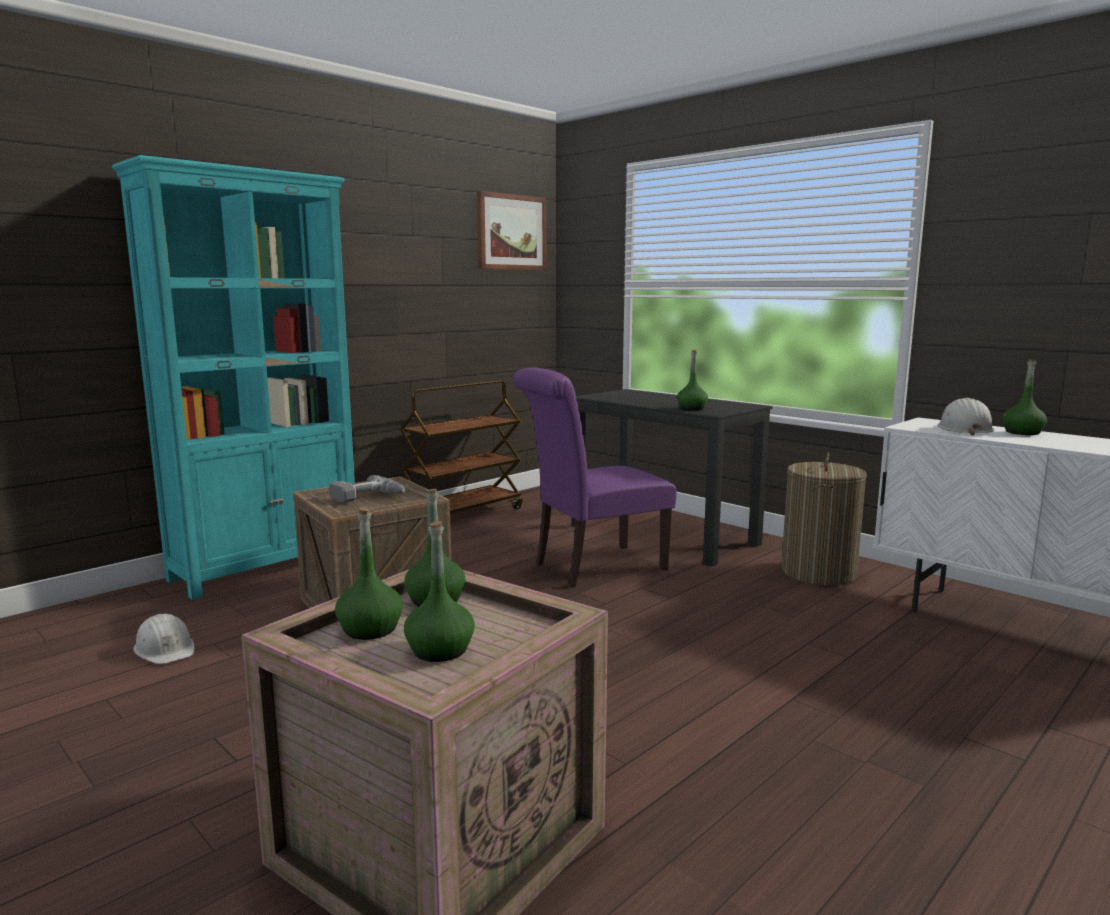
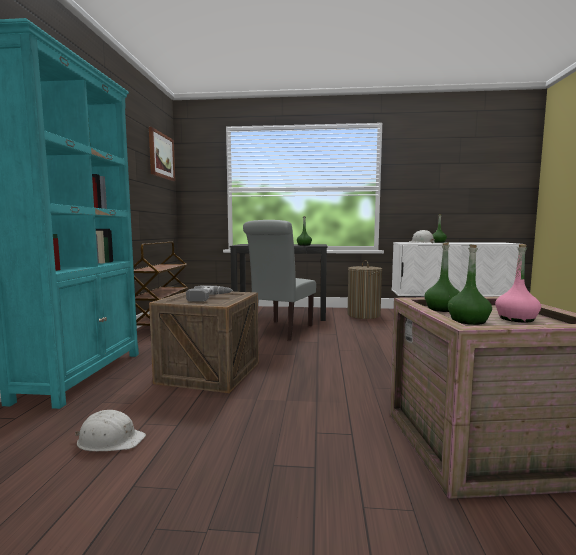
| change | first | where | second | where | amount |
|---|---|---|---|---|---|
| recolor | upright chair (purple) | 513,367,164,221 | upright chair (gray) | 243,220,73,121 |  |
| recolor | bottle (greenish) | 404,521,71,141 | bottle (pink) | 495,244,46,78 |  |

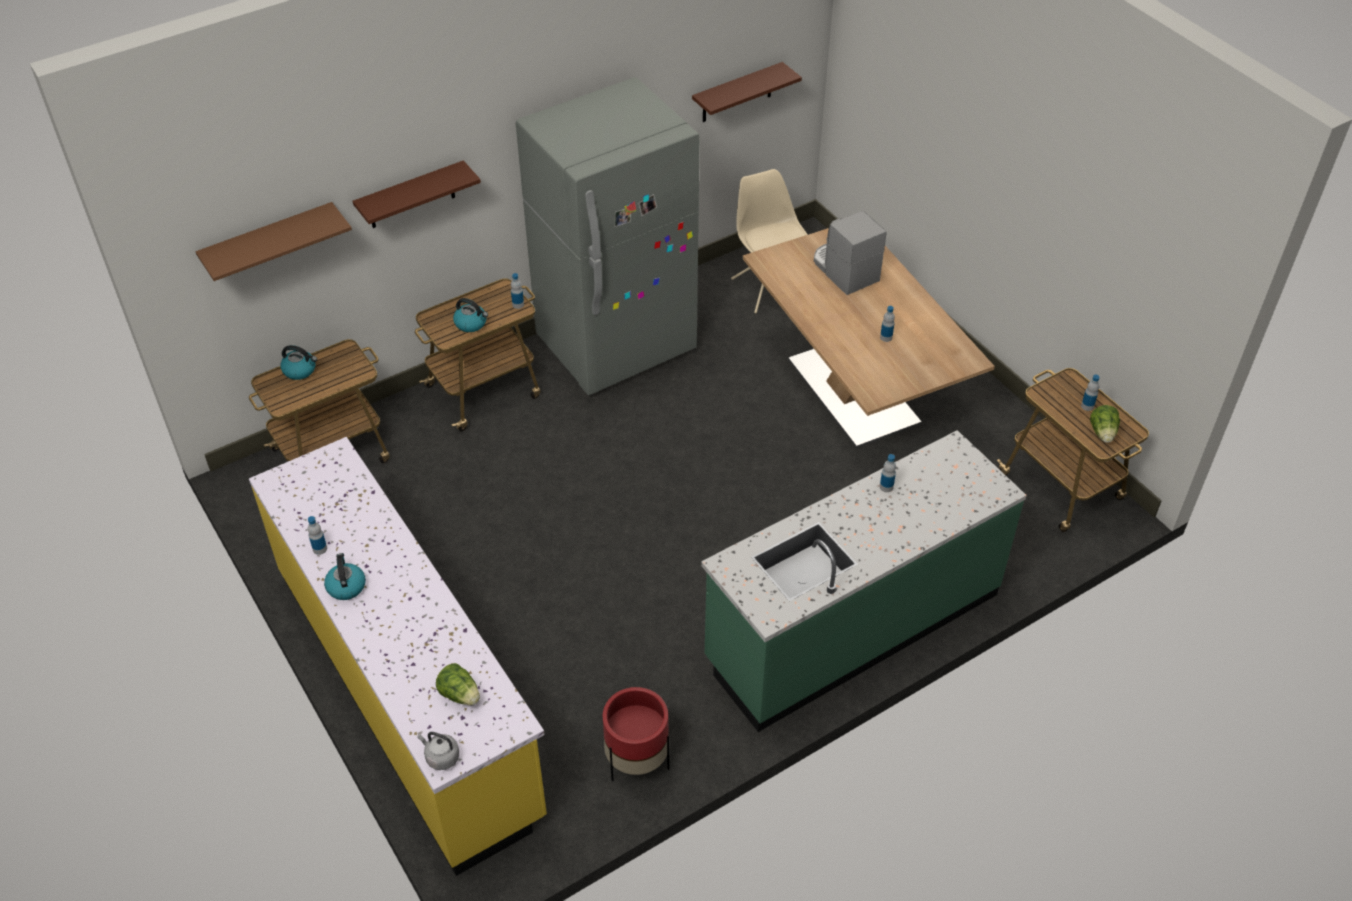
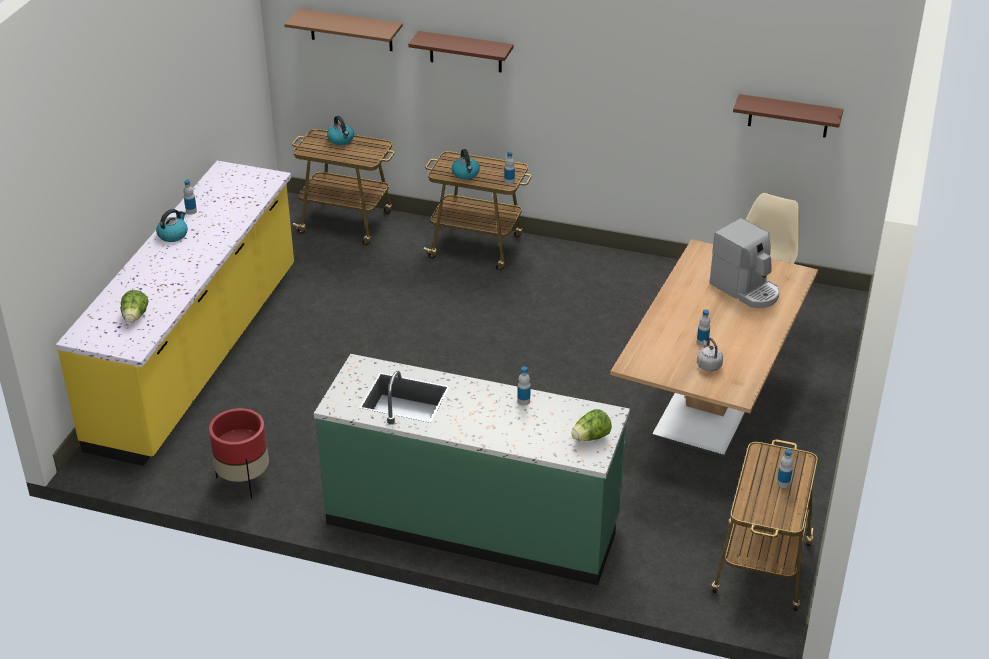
| change | first | where | second | where | amount |
|---|---|---|---|---|---|
| move | lettuce head | 1090,405,30,38 |  | 571,409,41,32 |  |
| move | water kettle (gray) | 418,732,41,38 |  | 697,338,26,33 |  |
| rotate | coffee maker | 814,211,72,84 |  | 709,218,71,90 | 120 degrees clockwise |
| delete | fridge (gray) | 516,77,183,319 |  |  |  |

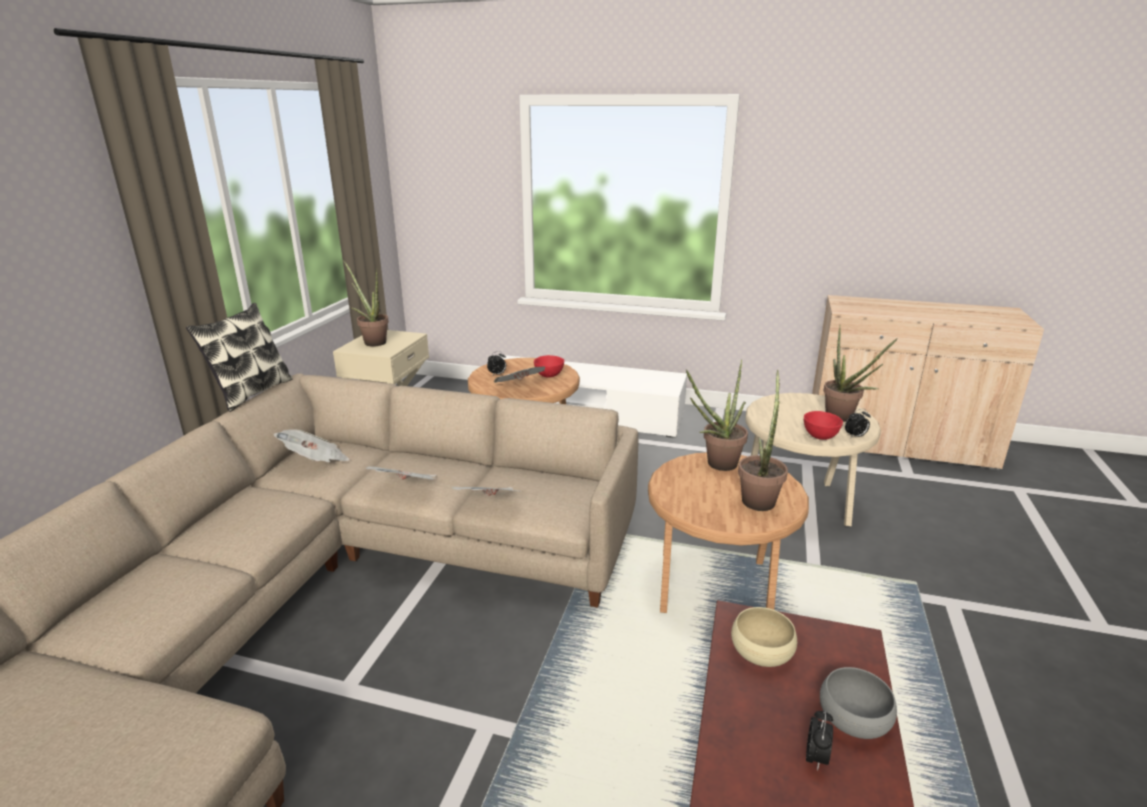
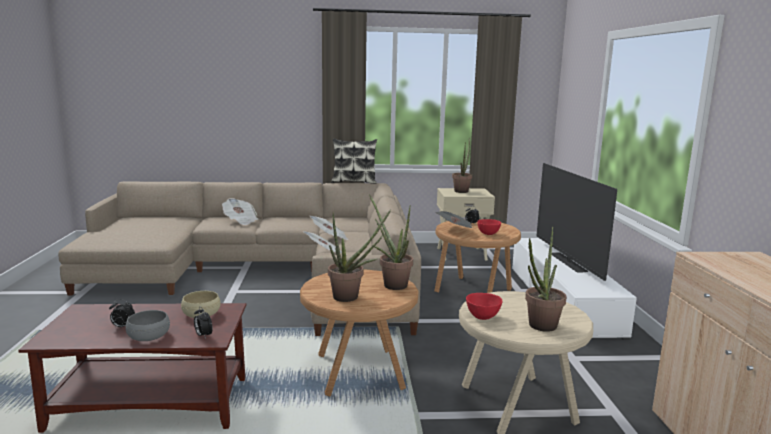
| change | first | where | second | where | amount |
|---|---|---|---|---|---|
| move | alarm clock | 845,409,25,29 |  | 194,307,19,32 |  |
| move | printed paper | 274,429,76,33 |  | 222,198,36,27 |  |
| insert |  |  | TV set | 536,163,81,118 |  |

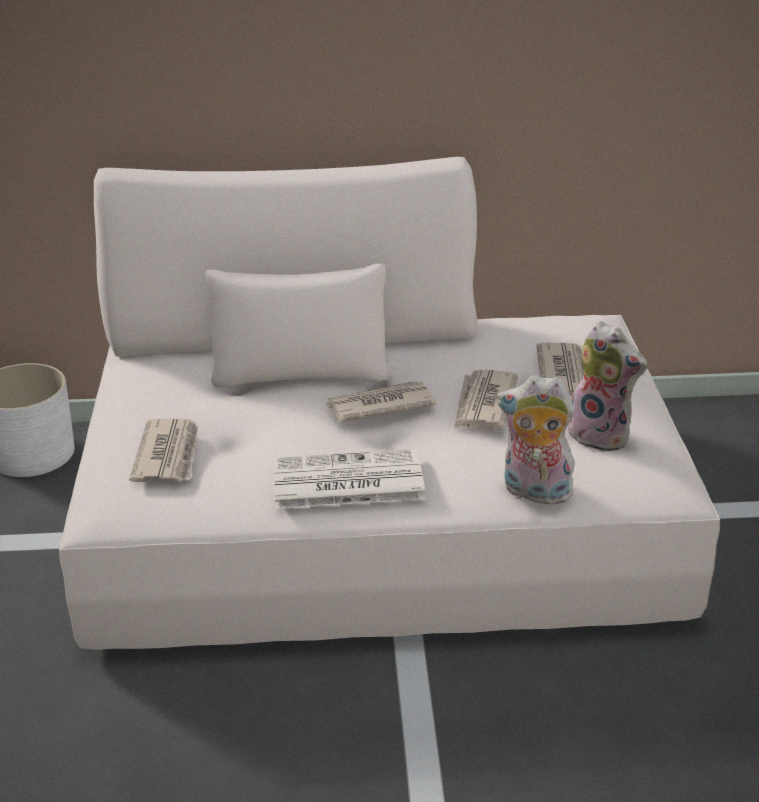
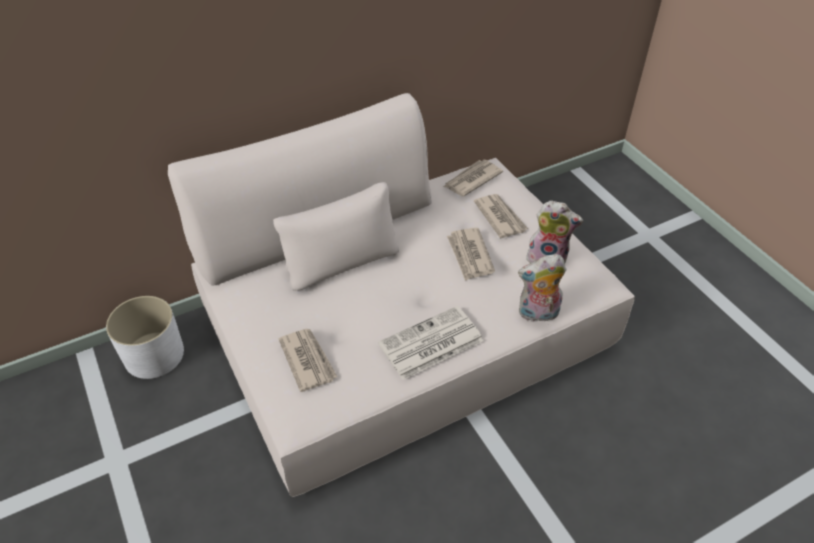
| change | first | where | second | where | amount |
|---|---|---|---|---|---|
| move | printed paper | 325,381,111,41 |  | 444,160,59,36 |  |

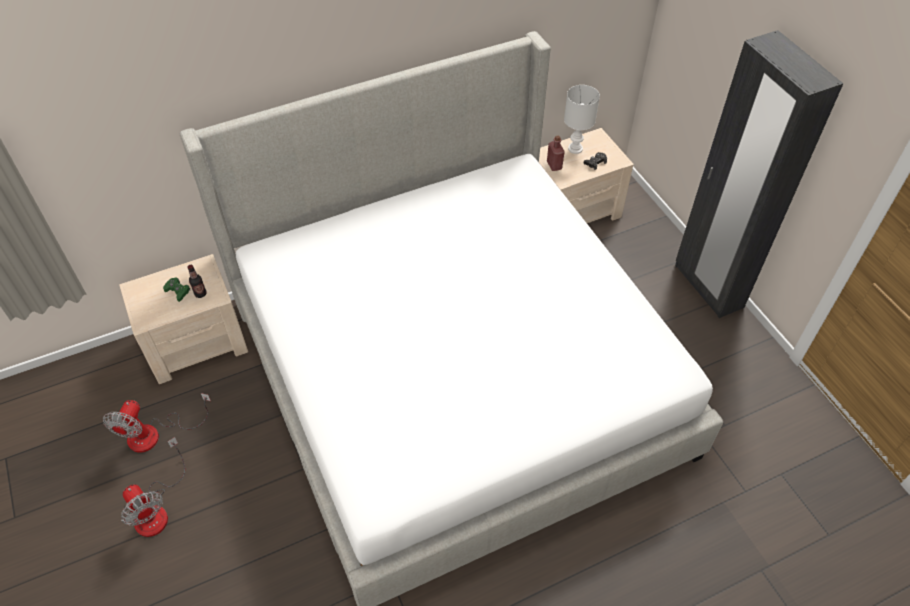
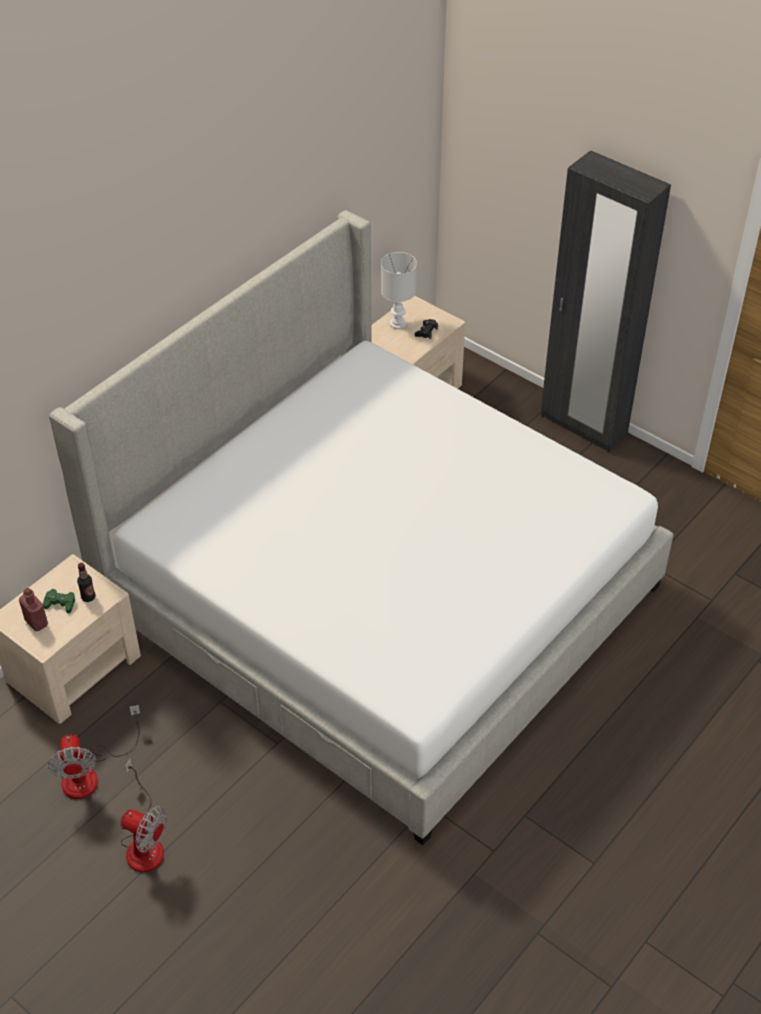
| change | first | where | second | where | amount |
|---|---|---|---|---|---|
| move | bottle (reddish) | 547,136,18,35 |  | 19,588,29,43 |  |

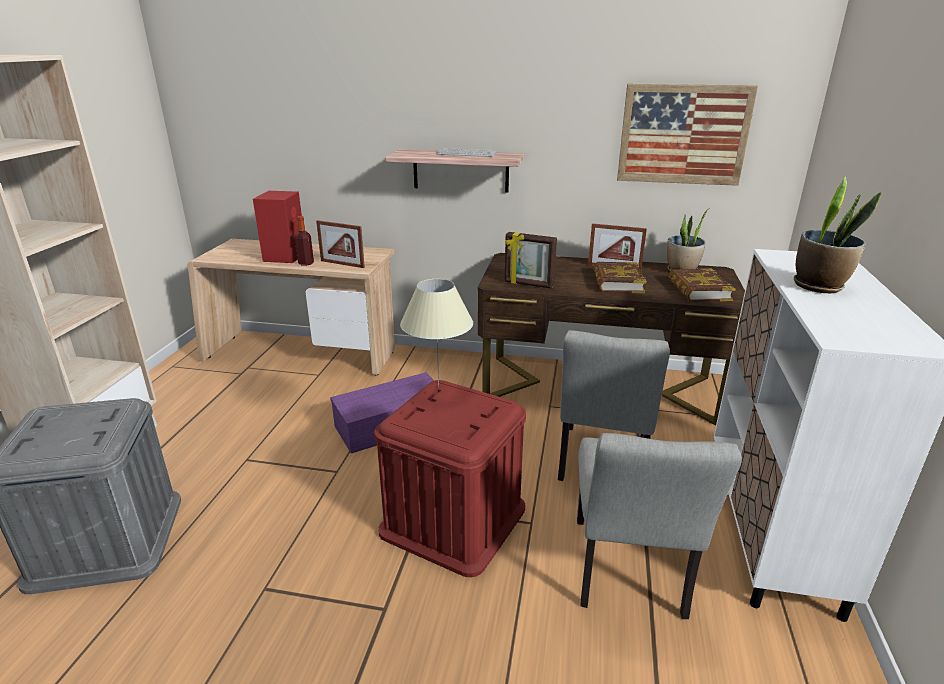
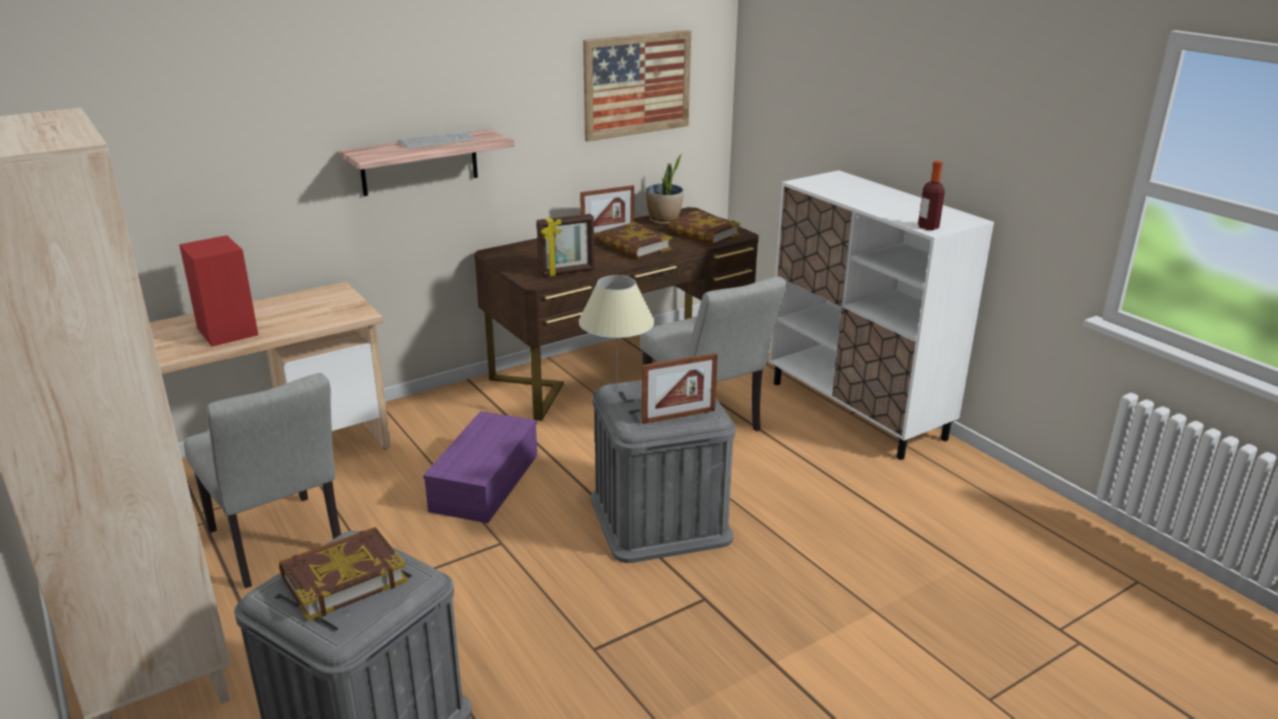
| change | first | where | second | where | amount |
|---|---|---|---|---|---|
| move | upright chair (gray) | 577,433,165,186 |  | 184,373,157,215 |  |
| insert |  |  | book | 279,527,129,94 |  |
| recolor | storage container (reddish) | 374,380,152,197 | storage container (gray) | 591,380,145,183 |  |
| move | photo frame | 316,220,49,48 |  | 642,353,76,71 |  |
| move | bottle | 295,216,19,50 |  | 918,161,27,69 |  |
| delete | potted plant | 794,176,87,117 |  |  |  |

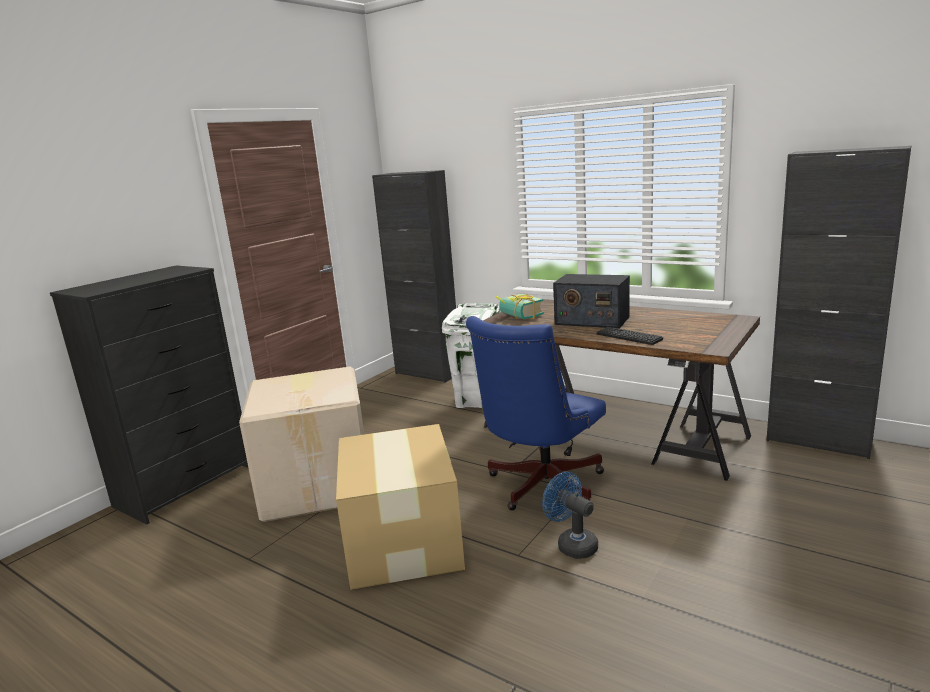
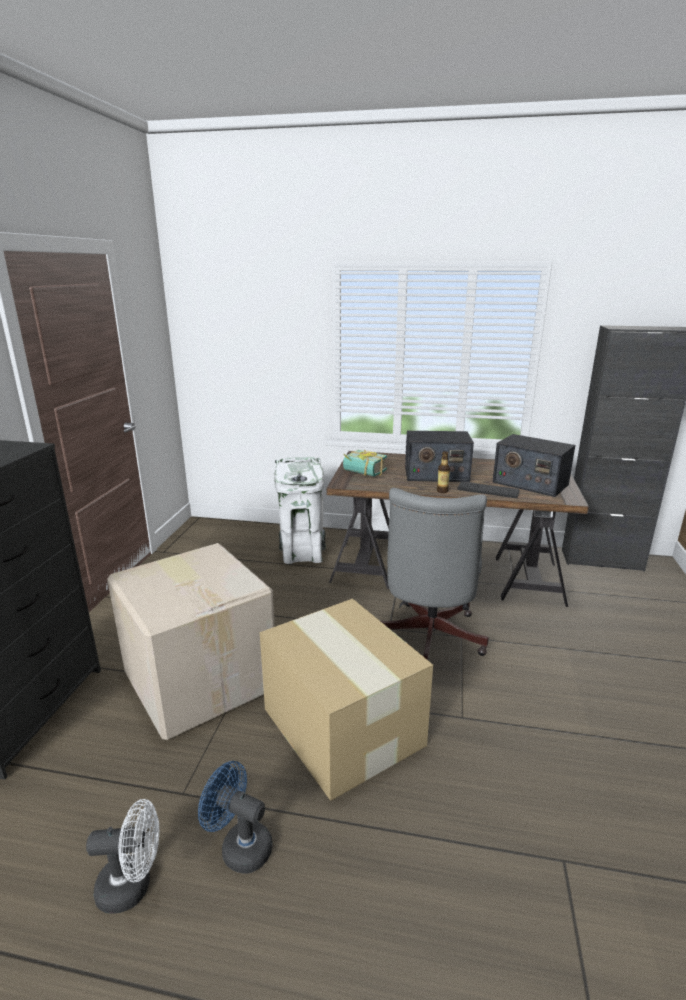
| change | first | where | second | where | amount |
|---|---|---|---|---|---|
| insert |  |  | electric fan (white-coloured) | 86,799,73,115 |  |
| move | electric fan (bluish) | 542,472,56,87 |  | 198,761,75,113 |  |
| recolor | office chair (bluish) | 466,316,140,195 | office chair (gray) | 381,488,107,172 |  |
| insert |  |  | bottle | 437,451,13,42 |  |
| insert |  |  | radio set | 492,434,83,63 |  |
| delete | cabinet (black-coloured) | 372,170,84,213 |  |  |  |

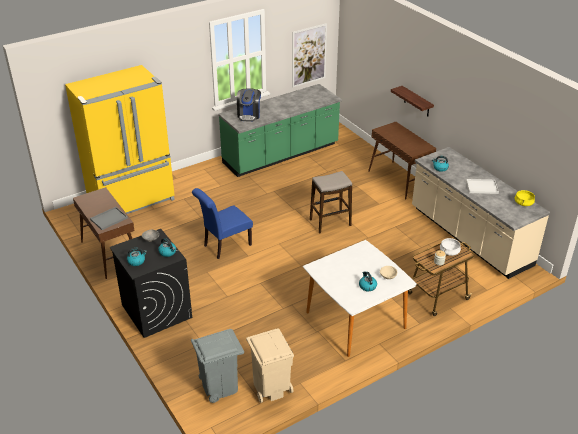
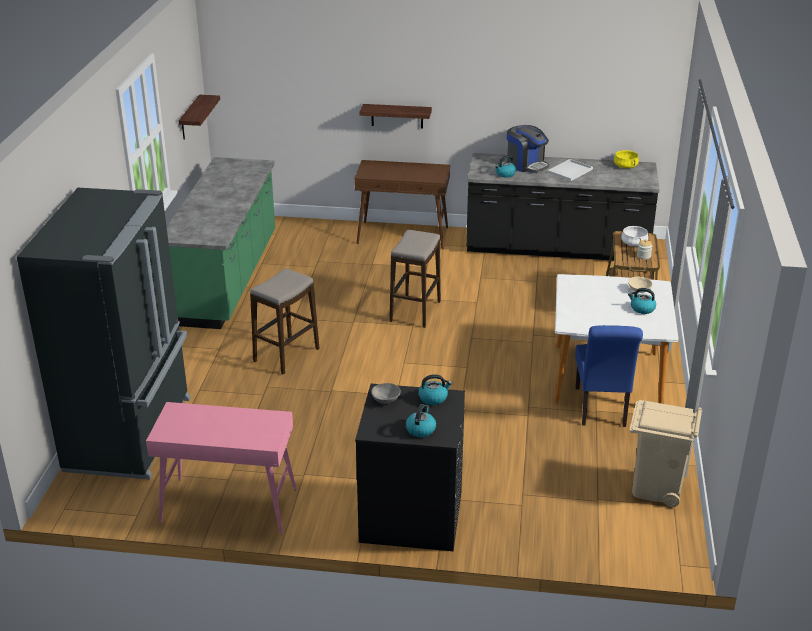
| change | first | where | second | where | amount |
|---|---|---|---|---|---|
| recolor | fridge (yellow) | 65,65,110,149 | fridge (black-coloured) | 17,188,174,292 |  |
| recolor | hall table (brown-coloured) | 73,187,62,92 | hall table (pink) | 146,402,151,132 |  |
| replace | wall art | 292,23,35,64 | wall shelf | 179,95,41,45 |  |
| insert |  |  | sitting stool | 250,268,70,106 |  |
| recolor | kitchen counter (beige) | 412,147,138,132 | kitchen counter (black-coloured) | 466,153,194,110 |  |
| move | coffee maker | 237,88,24,34 |  | 507,125,42,48 |  |
| move | upright chair (bluish) | 192,188,61,71 |  | 575,325,68,102 |  |
| delete | carrying tray (gray) | 90,207,38,23 |  |  |  |
| delete | rubbish bin (gray) | 191,329,53,74 |  |  |  |

